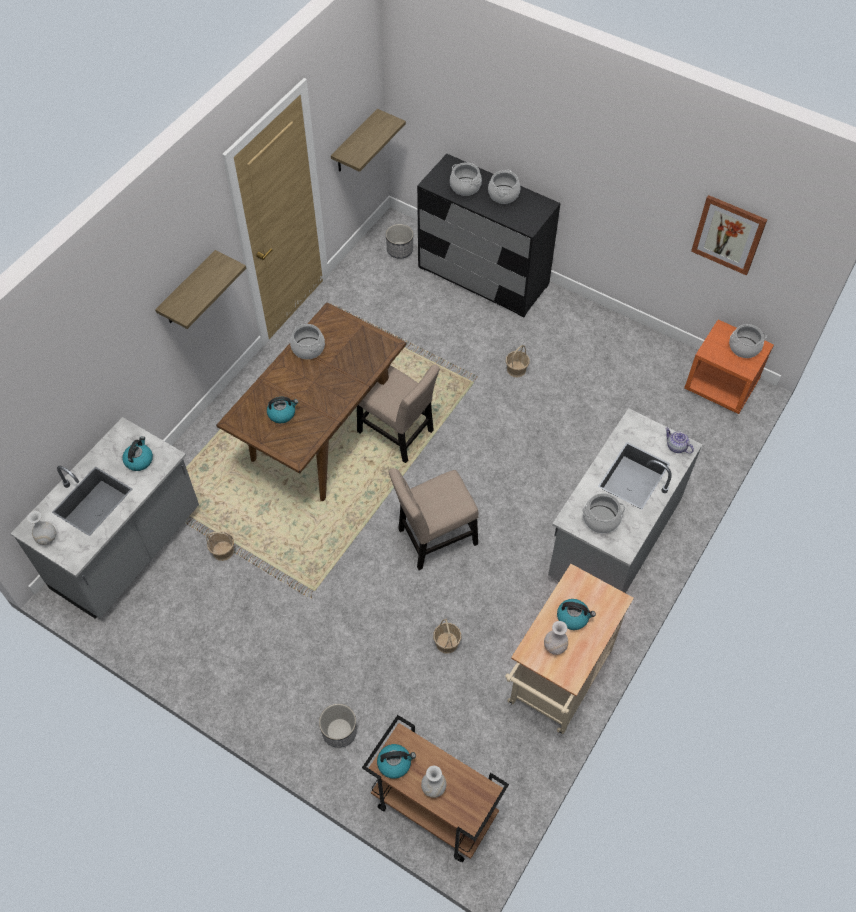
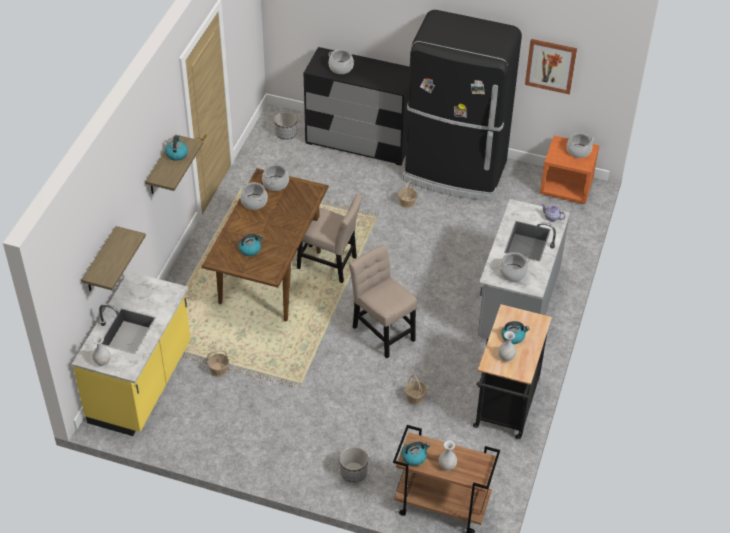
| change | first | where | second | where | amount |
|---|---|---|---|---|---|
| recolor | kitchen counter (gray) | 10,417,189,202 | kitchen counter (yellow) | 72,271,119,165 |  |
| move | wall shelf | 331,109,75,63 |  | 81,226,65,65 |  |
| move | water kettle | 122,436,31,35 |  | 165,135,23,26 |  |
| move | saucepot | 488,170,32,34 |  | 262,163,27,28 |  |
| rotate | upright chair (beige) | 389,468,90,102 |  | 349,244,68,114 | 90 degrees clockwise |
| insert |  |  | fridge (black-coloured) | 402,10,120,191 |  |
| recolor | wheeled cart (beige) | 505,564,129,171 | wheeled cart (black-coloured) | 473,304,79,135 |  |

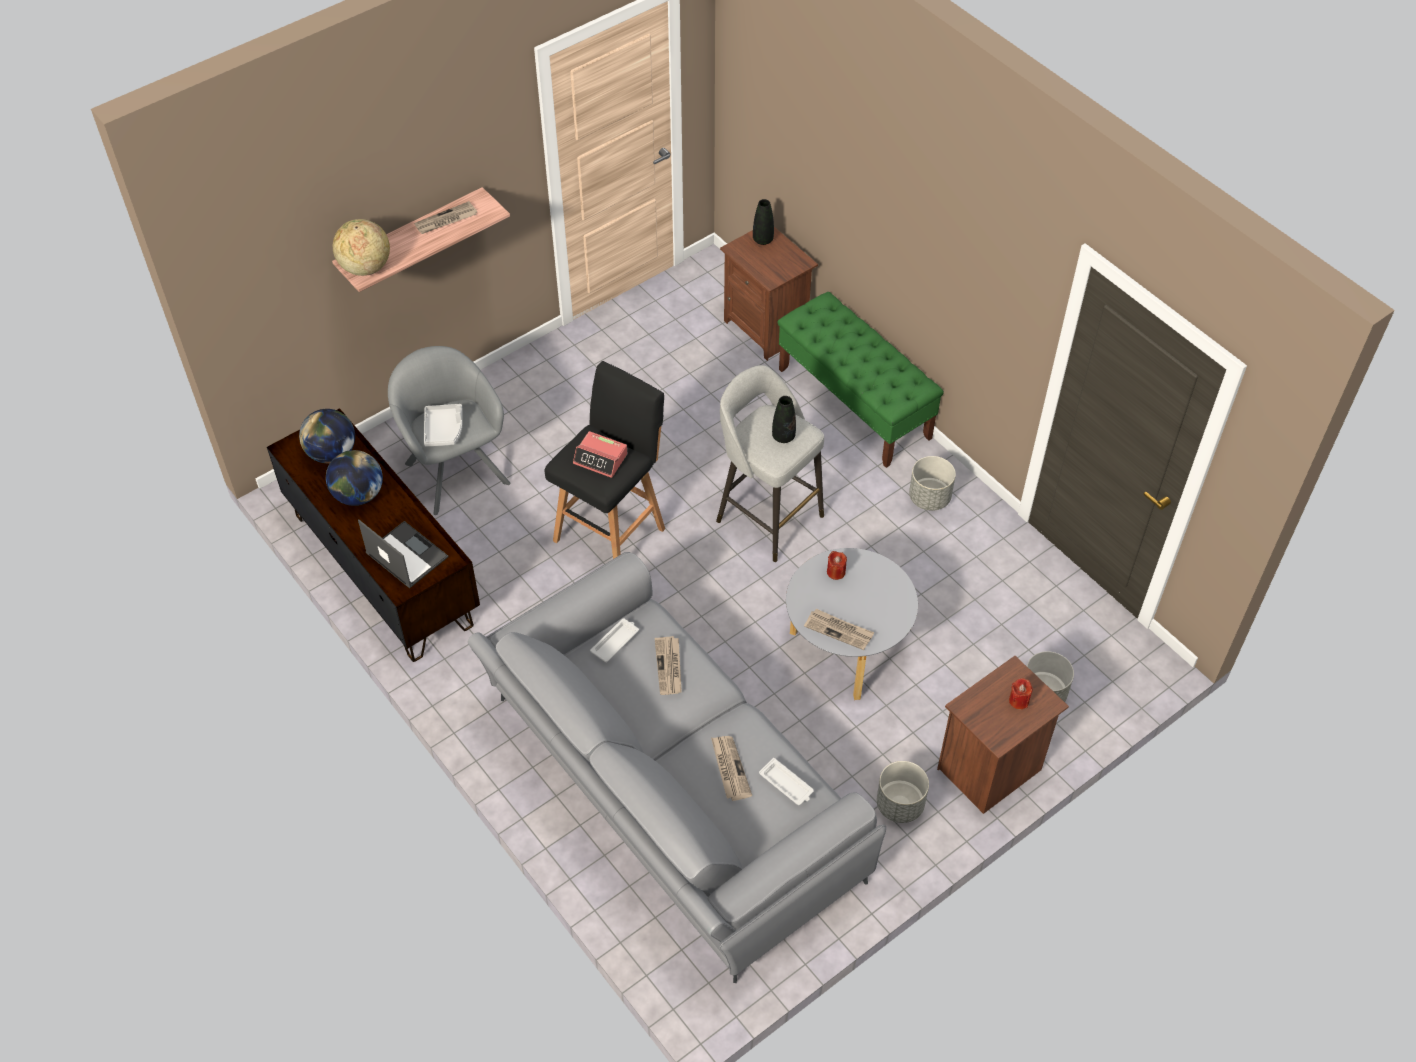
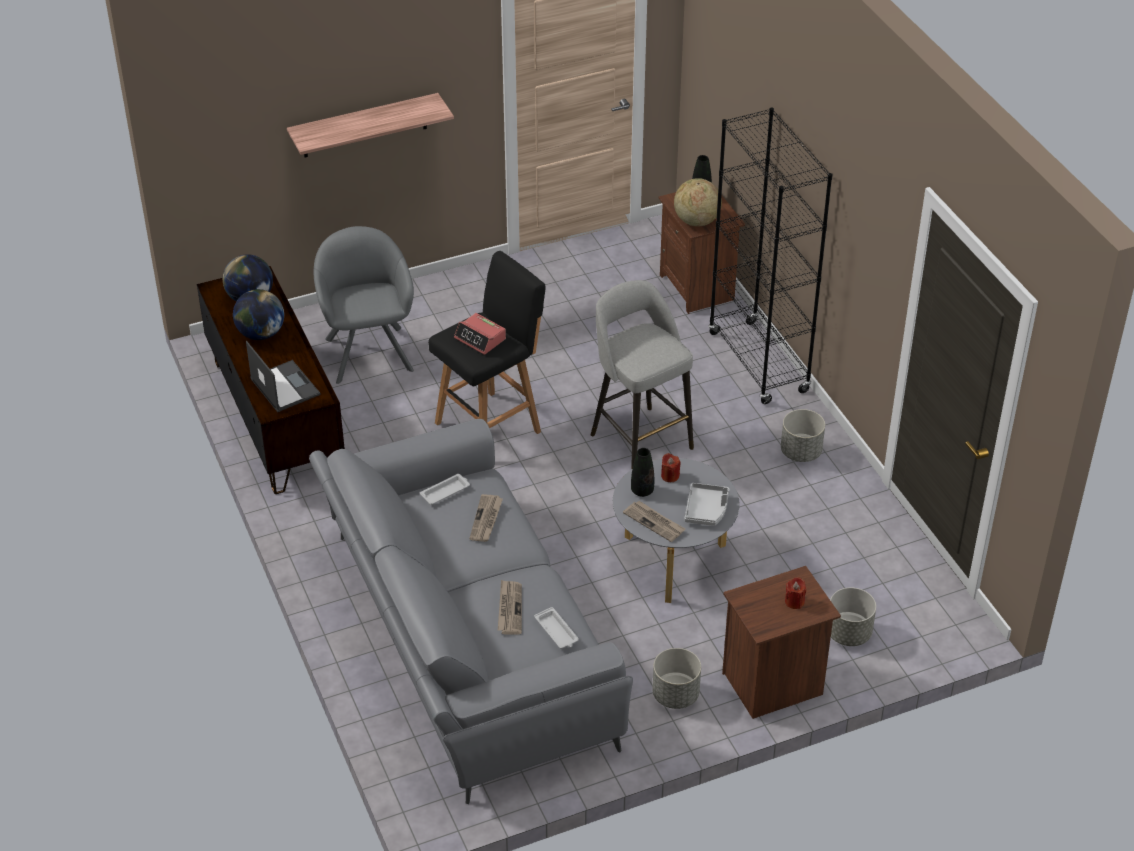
| change | first | where | second | where | amount |
|---|---|---|---|---|---|
| move | decorative vase (black-coloured) | 772,396,24,47 |  | 631,448,23,49 |  |
| move | globe | 333,219,57,57 |  | 674,178,48,48 |  |
| move | carrying tray (gray) | 424,404,38,42 |  | 685,483,44,43 |  |
| replace | indoor bench (greenish) | 778,292,166,176 | shelving unit (black-coloured) | 708,107,125,297 |  |
| delete | printed paper | 414,201,63,33 |  |  |  |

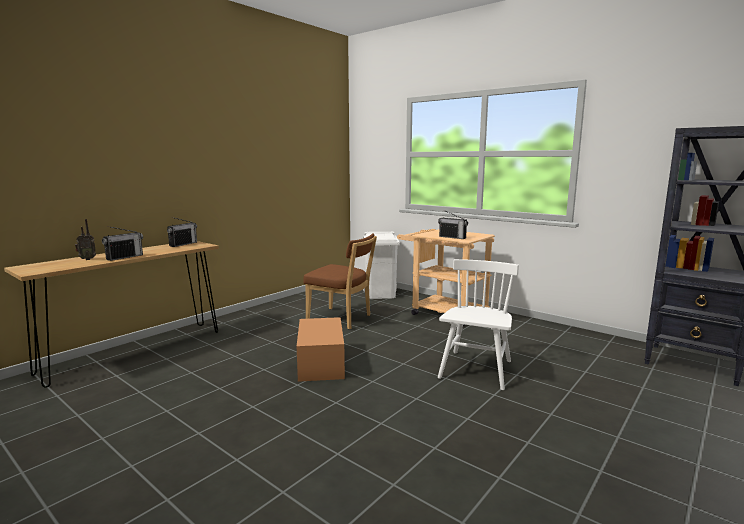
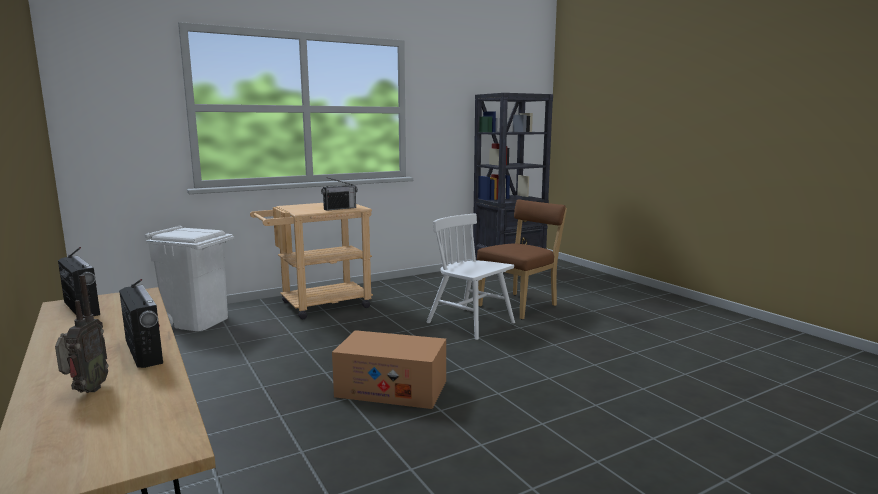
| change | first | where | second | where | amount |
|---|---|---|---|---|---|
| move | upright chair (brown-coloured) | 303,233,74,97 |  | 477,199,90,121 |  |

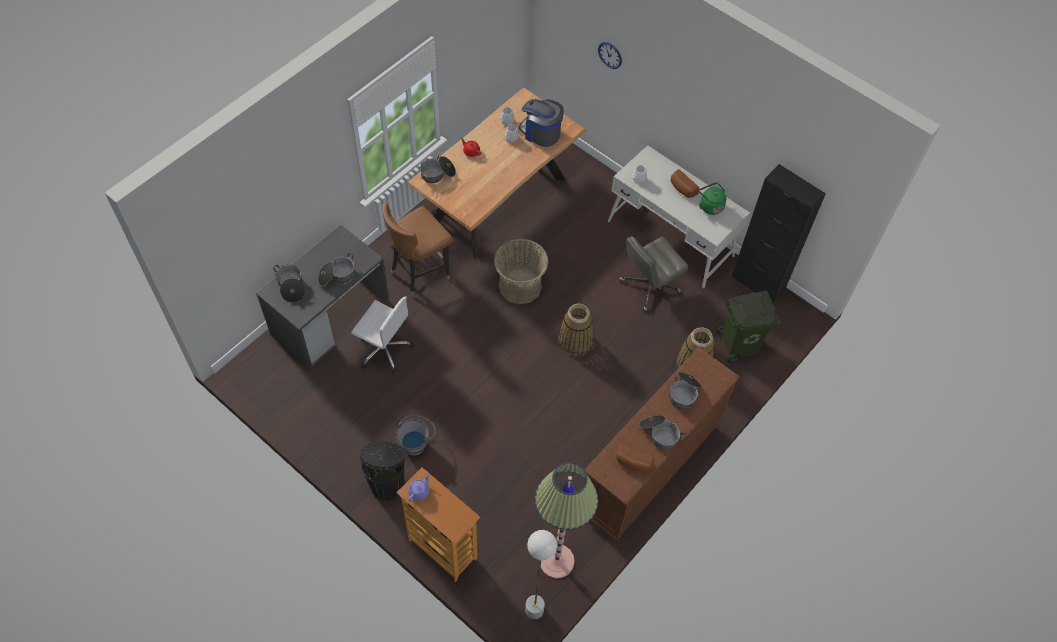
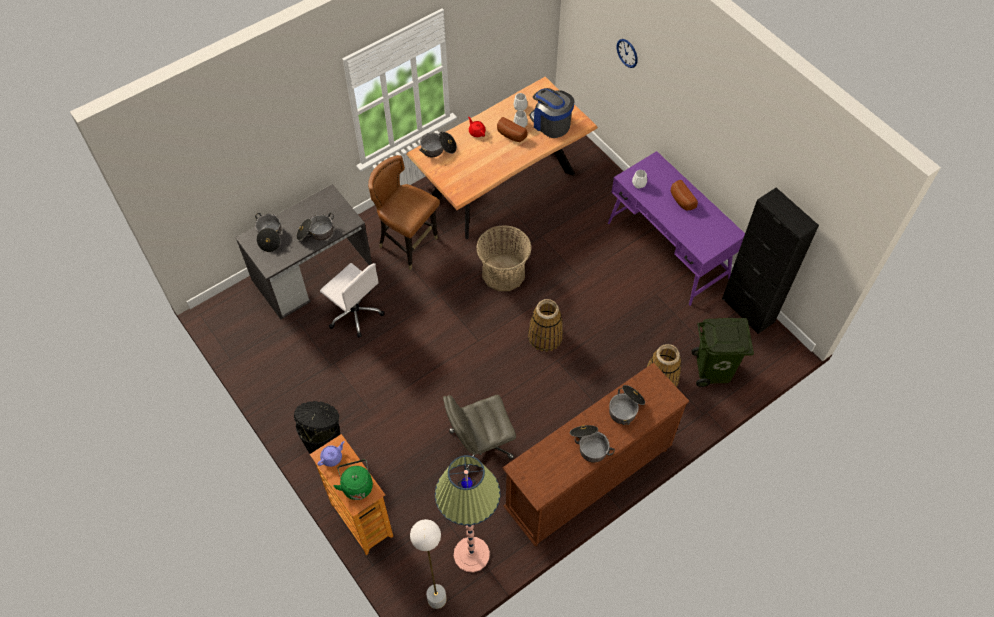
| change | first | where | second | where | amount |
|---|---|---|---|---|---|
| move | water kettle (greenish) | 698,182,28,33 |  | 334,460,39,40 |  |
| rotate | upright chair (brown-coloured) | 382,203,71,94 |  | 368,155,72,115 | 60 degrees clockwise |
| move | office chair (gray) | 619,236,69,76 |  | 443,395,73,77 |  |
| move | bakery bread | 616,444,39,28 |  | 497,117,30,25 |  |
| recolor | desk table (white-coloured) | 608,145,142,143 | desk table (purple) | 608,151,137,155 |  |
| delete | water bucket (gray) | 396,415,40,41 |  |  |  |

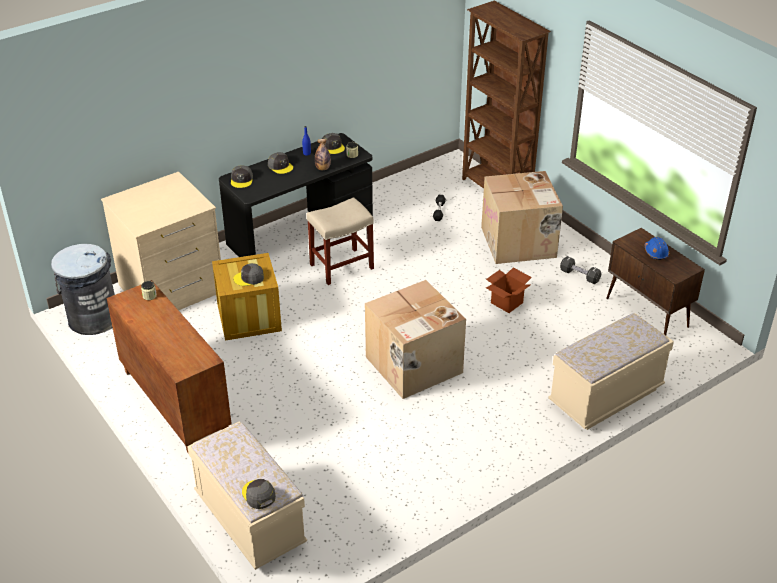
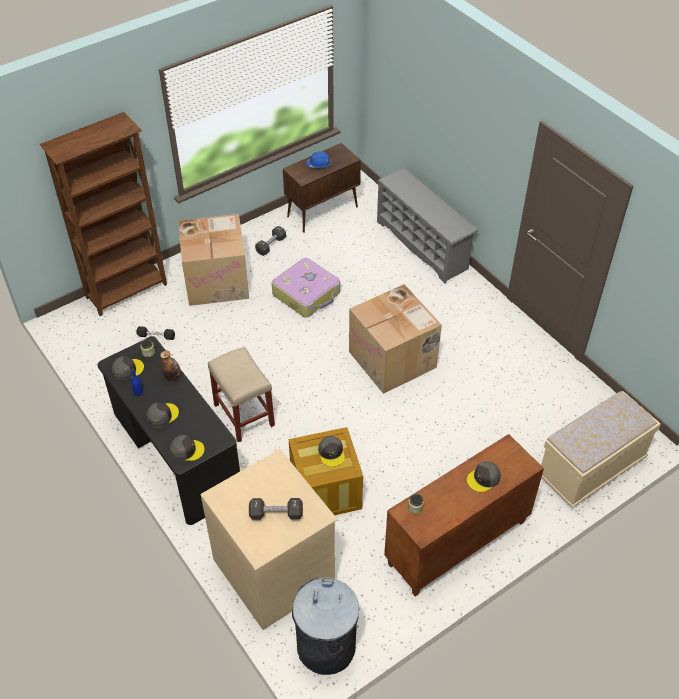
| change | first | where | second | where | amount |
|---|---|---|---|---|---|
| insert |  |  | free weight (black-coloured) | 249,498,54,22 |  |
| replace | cardboard box | 486,267,46,46 | travel case | 272,258,68,60 |  |
| replace | indoor bench (beige) | 548,313,126,117 | shoe shelf (gray) | 377,168,101,115 |  |
| move | cap (gray) | 242,479,34,30 |  | 467,461,34,31 |  |

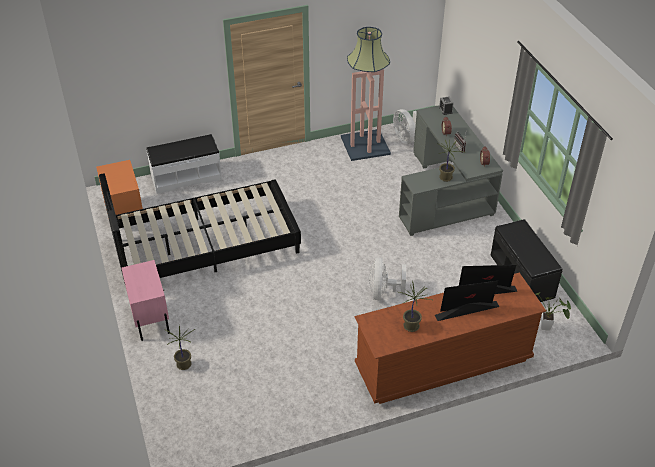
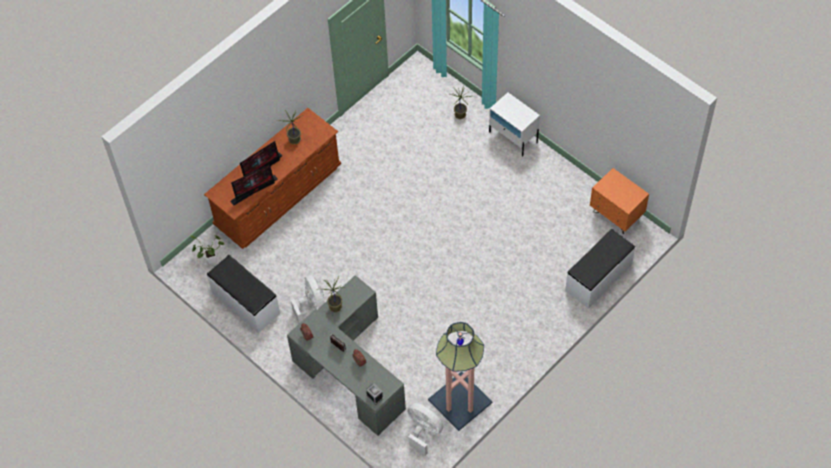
| change | first | where | second | where | amount |
|---|---|---|---|---|---|
| recolor | indoor bench (black-coloured) | 490,219,72,83 | indoor bench (white-coloured) | 207,255,73,78 |  |
| move | electric fan (white-coloured) | 369,257,37,43 |  | 291,275,34,48 |  |
| recolor | nightstand (pink) | 121,260,49,81 | nightstand (white-coloured) | 489,92,51,65 |  |
| delete | sleeping bed (black-coloured) | 99,174,202,109 |  |  |  |

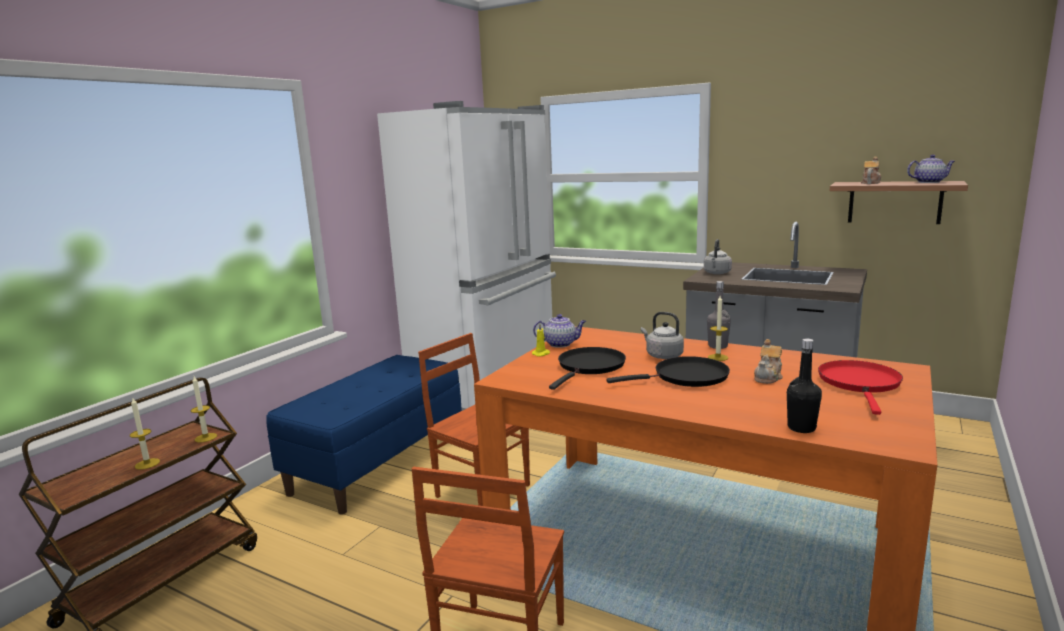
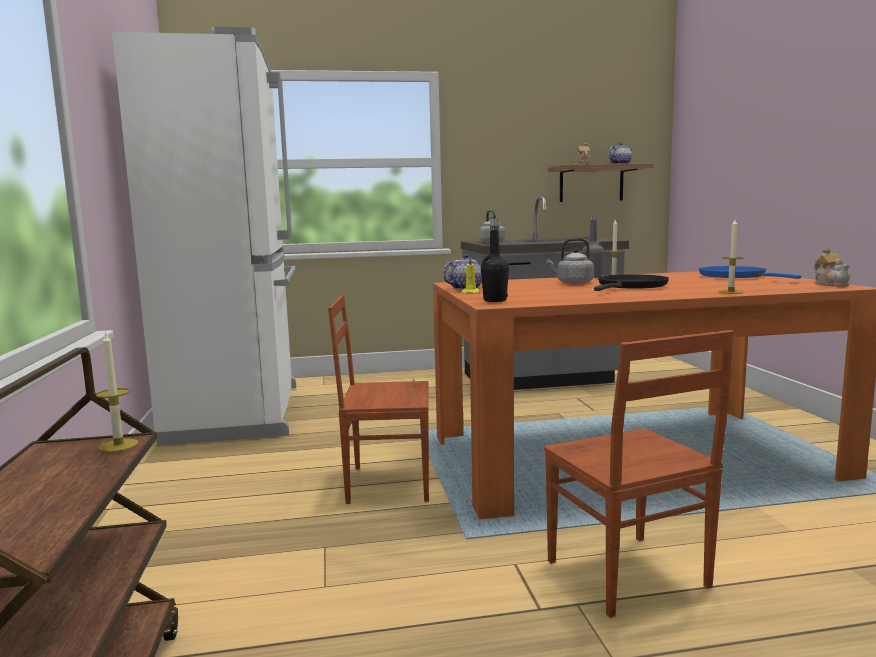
| change | first | where | second | where | amount |
|---|---|---|---|---|---|
| move | bottle (black-coloured) | 787,339,35,94 |  | 481,219,28,83 |  |
| recolor | skillet (reddish) | 818,360,85,55 | skillet (bluish) | 699,266,102,13 |  |
| move | wax candle | 130,398,30,72 |  | 719,219,24,75 |  |
| move | pot for tea | 754,339,29,45 |  | 814,247,36,40 |  |
| delete | indoor bench (bluish) | 266,355,196,160 |  |  |  |
| delete | skillet (black-coloured) | 549,347,77,43 |  |  |  |

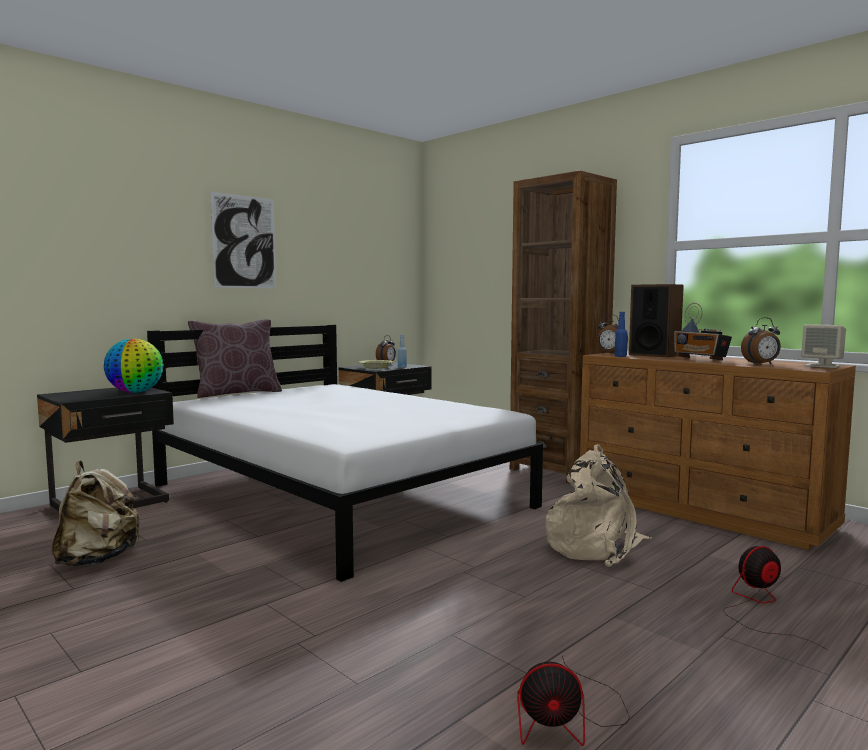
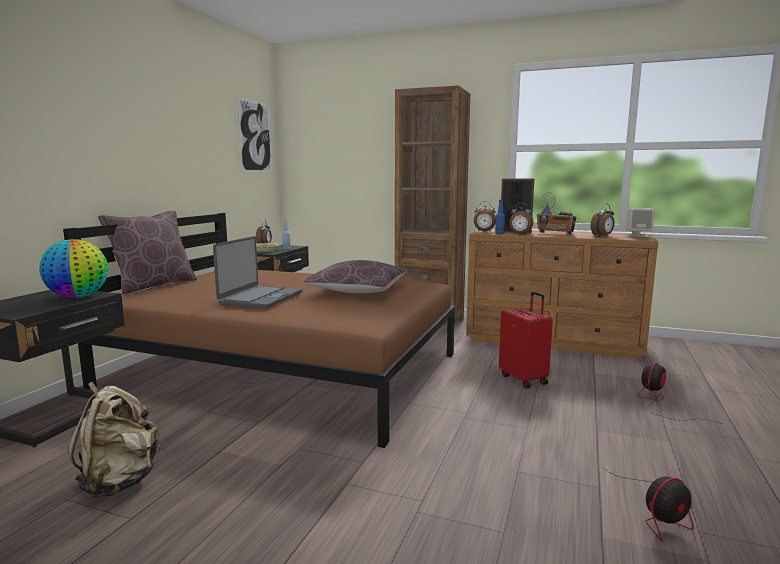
| change | first | where | second | where | amount |
|---|---|---|---|---|---|
| recolor | sleeping bed (white-coloured) | 147,325,396,257 | sleeping bed (brown-coloured) | 63,213,392,235 |  |
| insert |  |  | laptop | 213,236,89,73 |  |
| move | wall art | 210,192,66,96 |  | 237,97,35,75 |  |
| insert |  |  | pillow (brown-coloured) | 304,260,103,33 |  |
| replace | rucksack (beige) | 545,444,107,123 | travel case (reddish) | 499,291,54,98 |  |
| insert |  |  | alarm clock | 509,203,25,32 |  |

